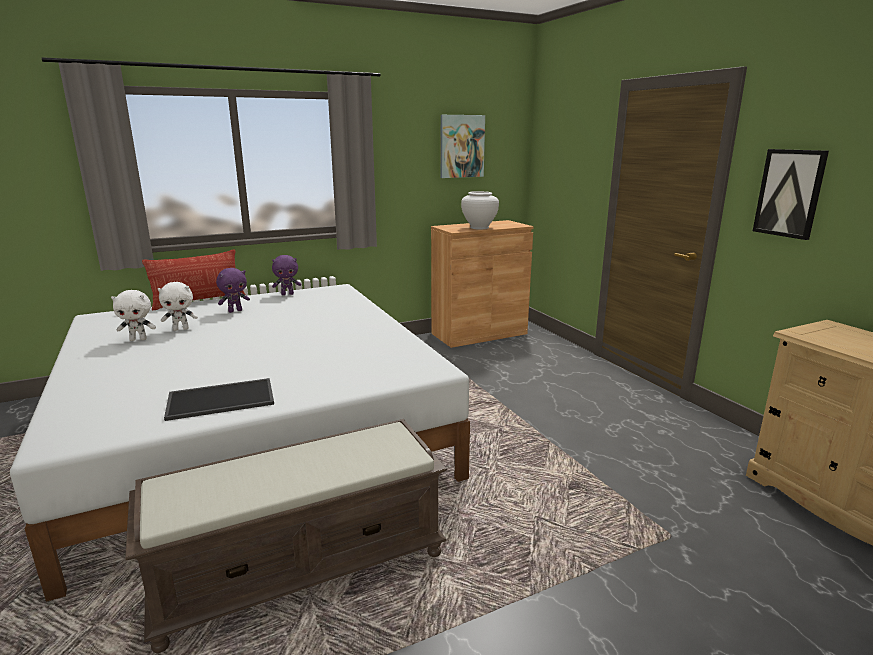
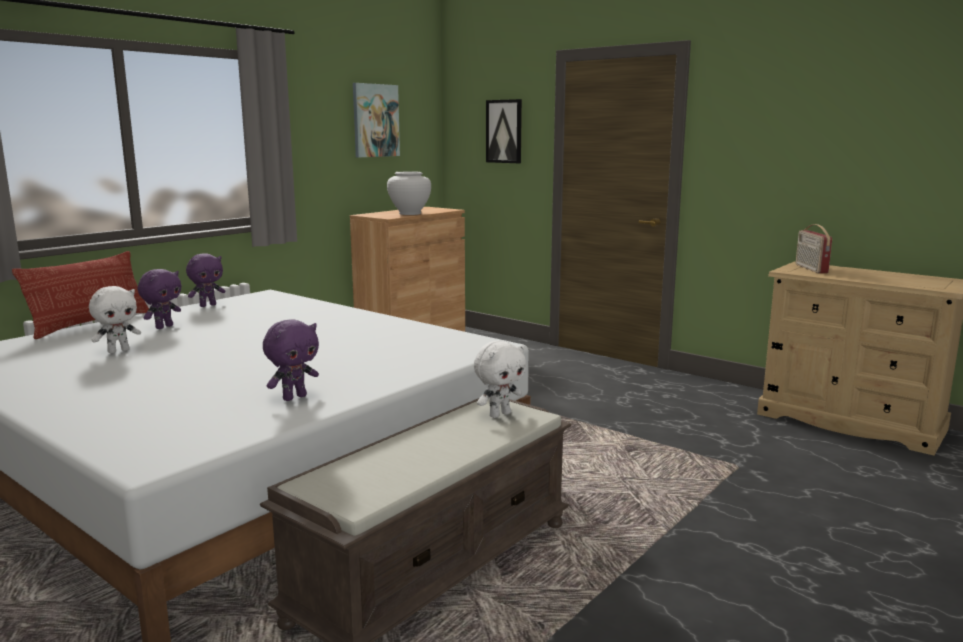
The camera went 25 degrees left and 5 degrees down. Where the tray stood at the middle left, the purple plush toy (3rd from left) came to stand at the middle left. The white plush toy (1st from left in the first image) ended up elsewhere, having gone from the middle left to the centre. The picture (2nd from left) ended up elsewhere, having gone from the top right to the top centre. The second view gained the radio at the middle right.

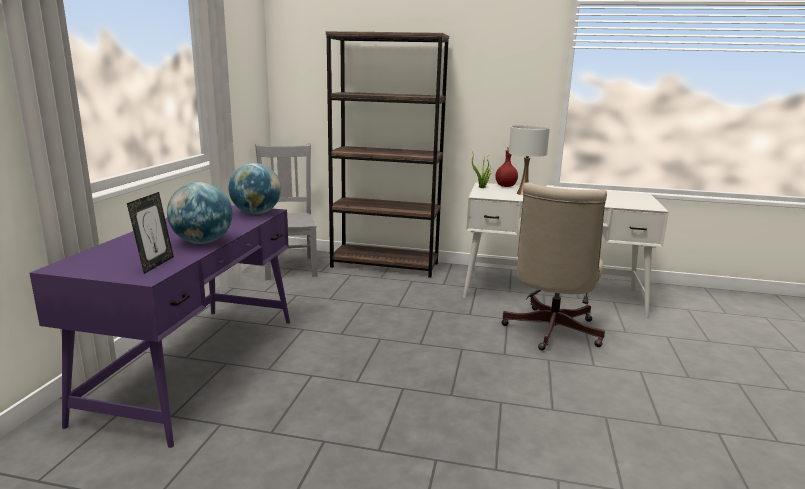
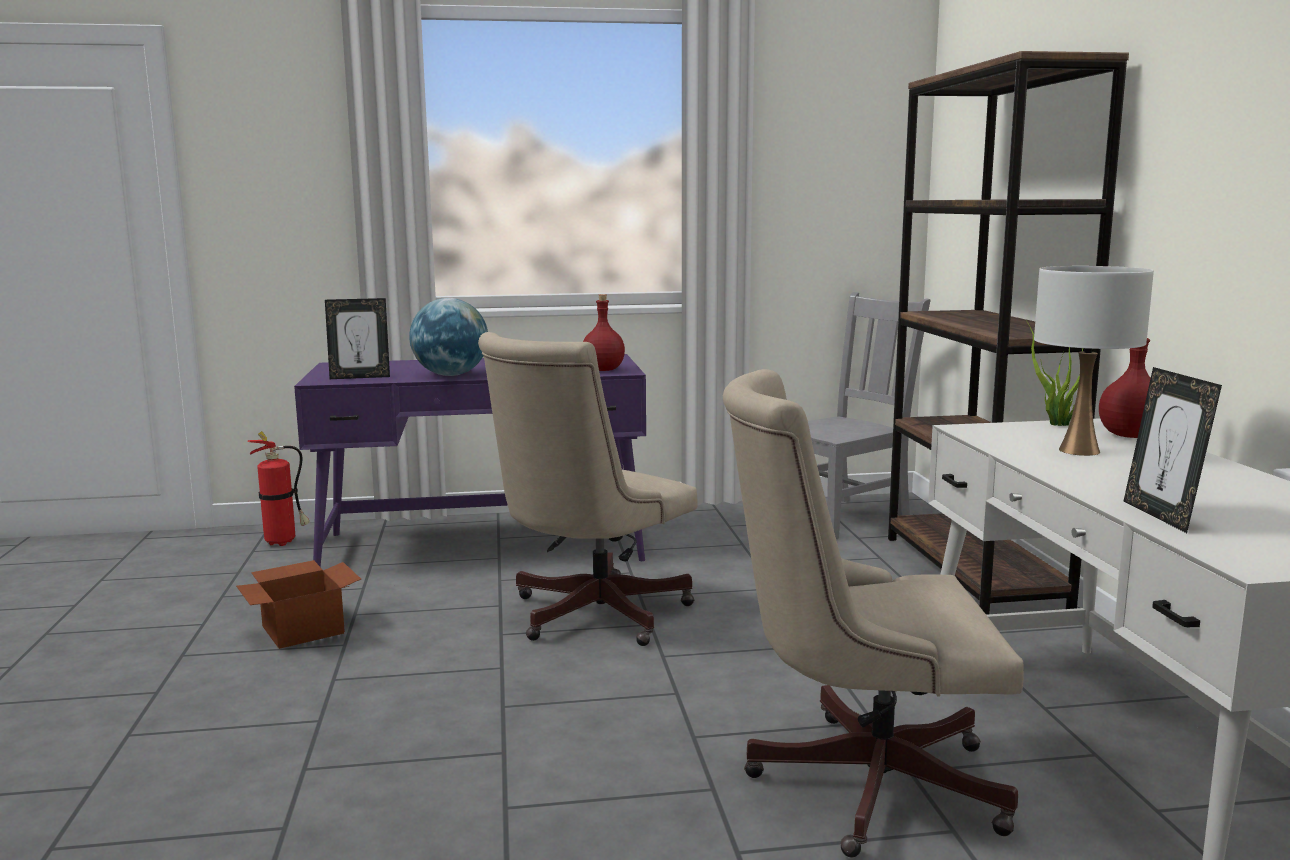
The camera went 70 degrees right and 5 degrees down. The second view gained the cardboard box at the bottom left. The second view gained the fire extinguisher at the middle left. The second view gained the beige office chair (1st from left) at the centre. Where the globe (2nd from left) stood at the middle left, the red bottle (1st from left) came to stand at the centre. The second view gained the picture frame (2nd from left) at the middle right.

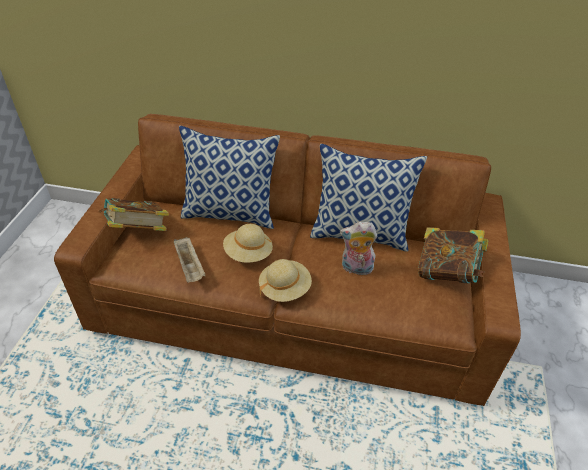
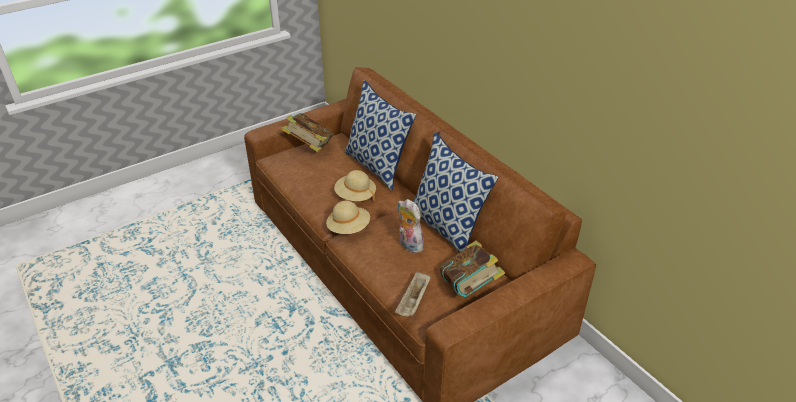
The camera went 45 degrees right and 5 degrees down. The beige tray ended up elsewhere, having gone from the middle left to the bottom centre.

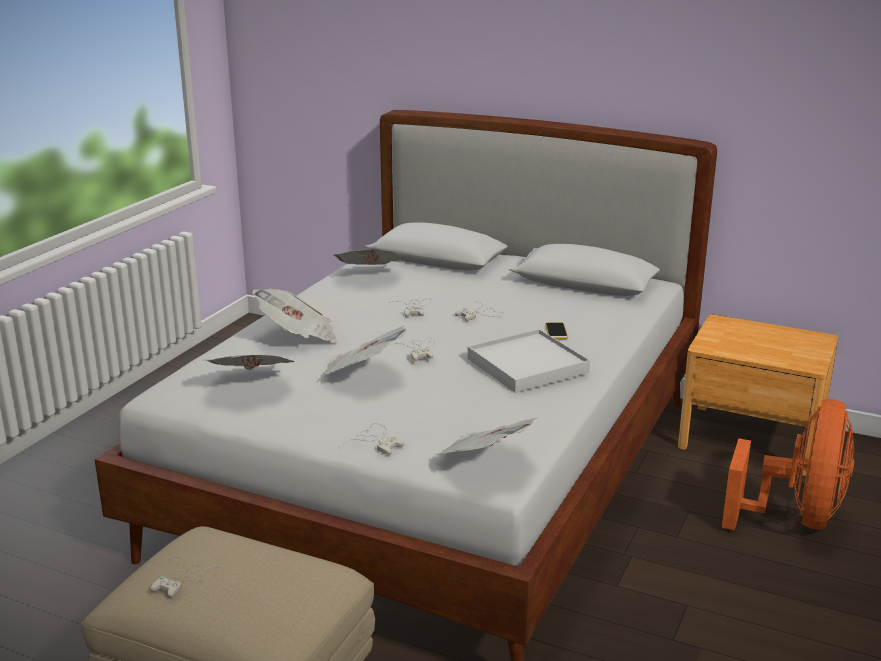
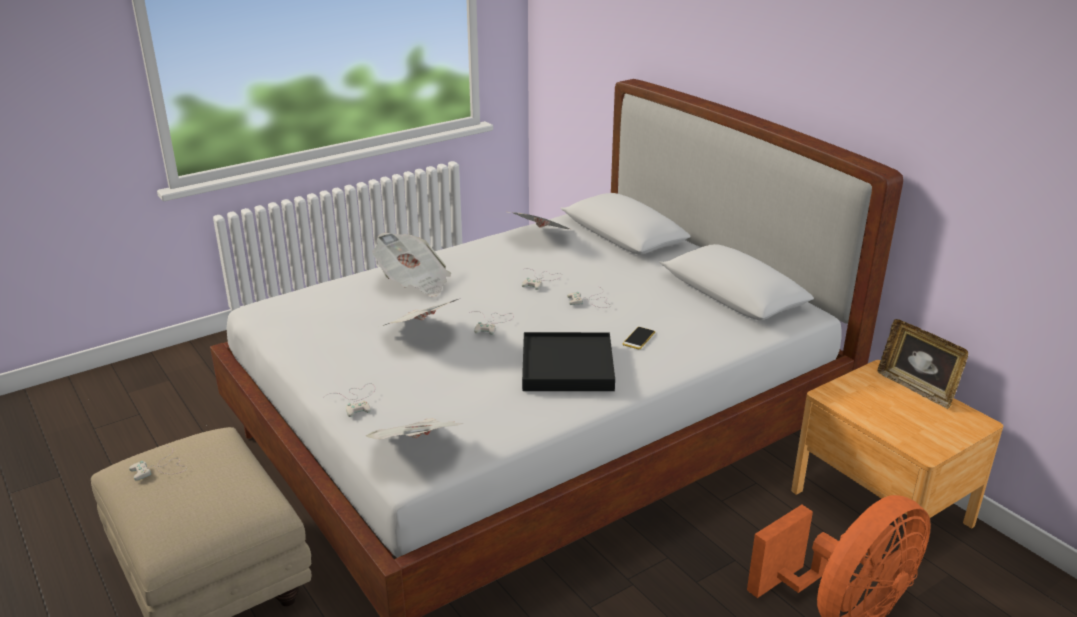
The camera went 30 degrees right and 5 degrees up. What was the white tray at the centre turned into the black tray at the centre. The second view gained the picture frame at the middle right. The second view lost the newspaper (1st from left) at the middle left.

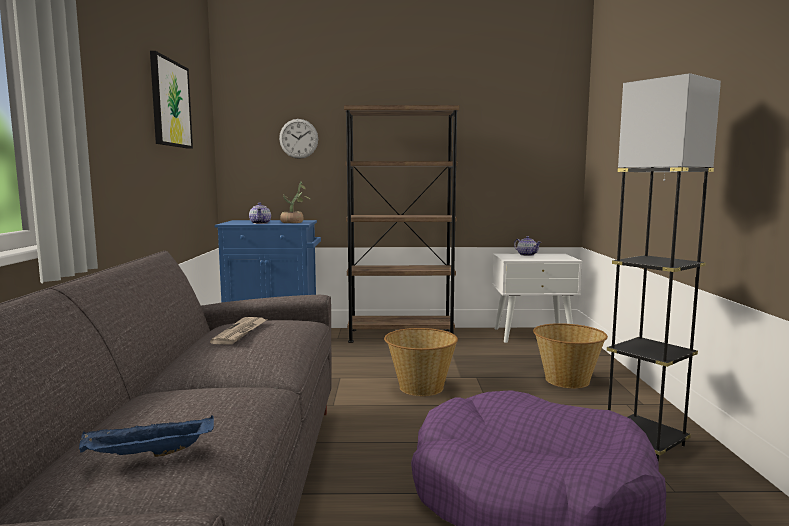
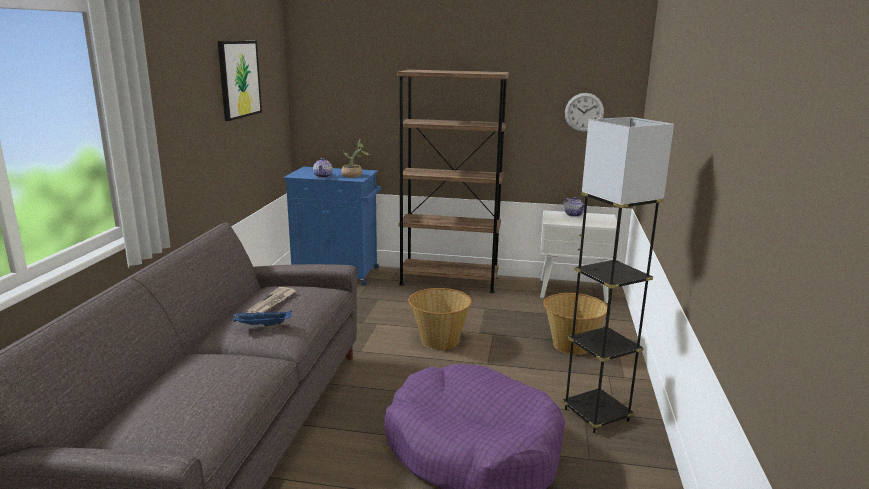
The camera went 10 degrees right and 10 degrees up. The blue tray ended up elsewhere, having gone from the bottom left to the middle left. The wall clock ended up elsewhere, having gone from the top centre to the top right.

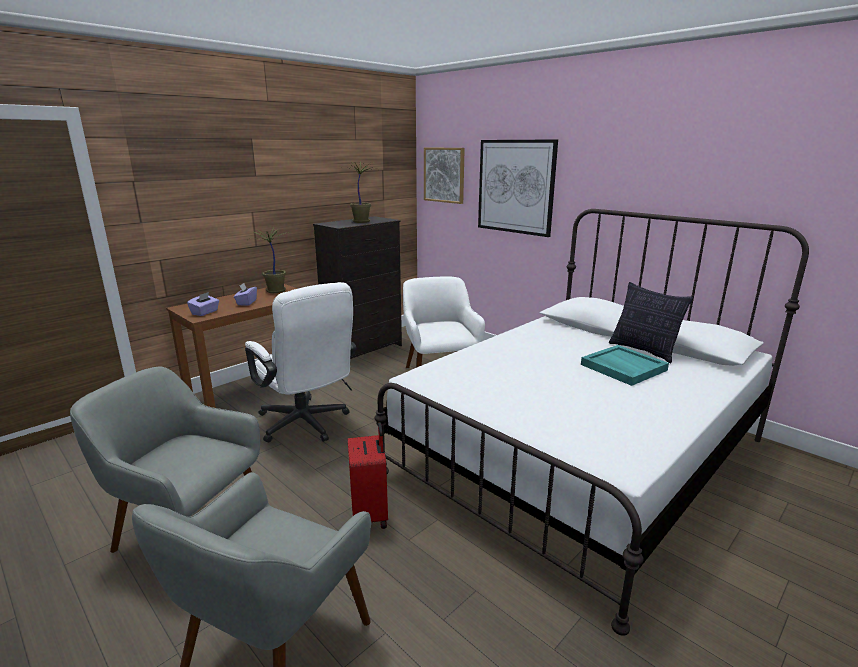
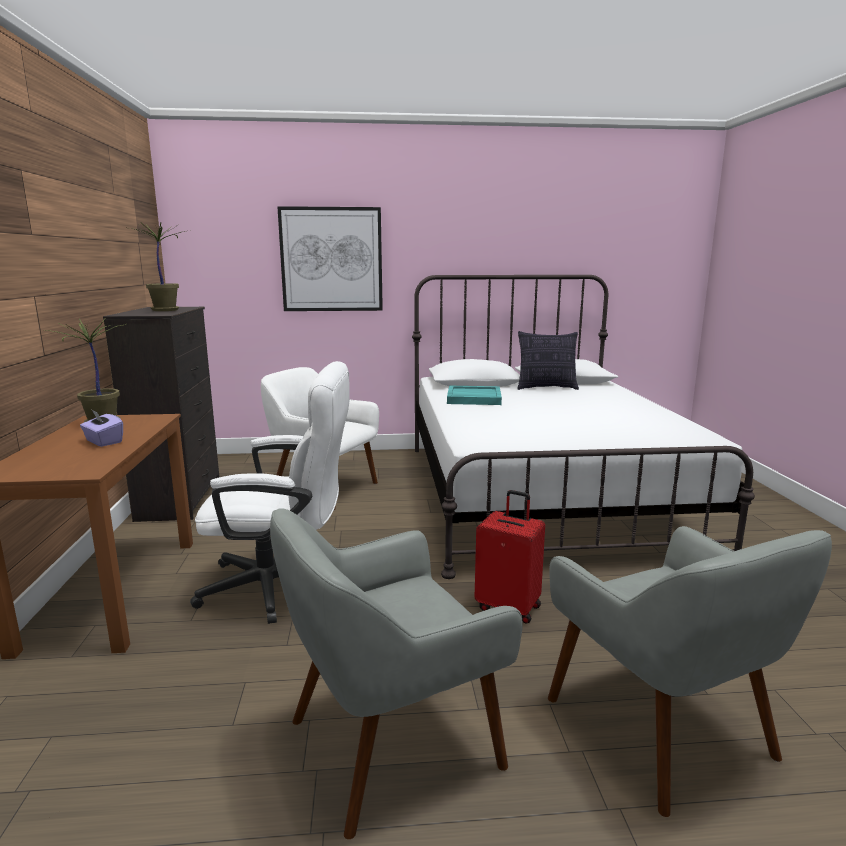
The camera went 50 degrees left and 5 degrees down. The turquoise tray ended up elsewhere, having gone from the middle right to the centre. The second view lost the purple tissue box (1st from left) at the middle left. The second view lost the picture (1st from left) at the top centre.

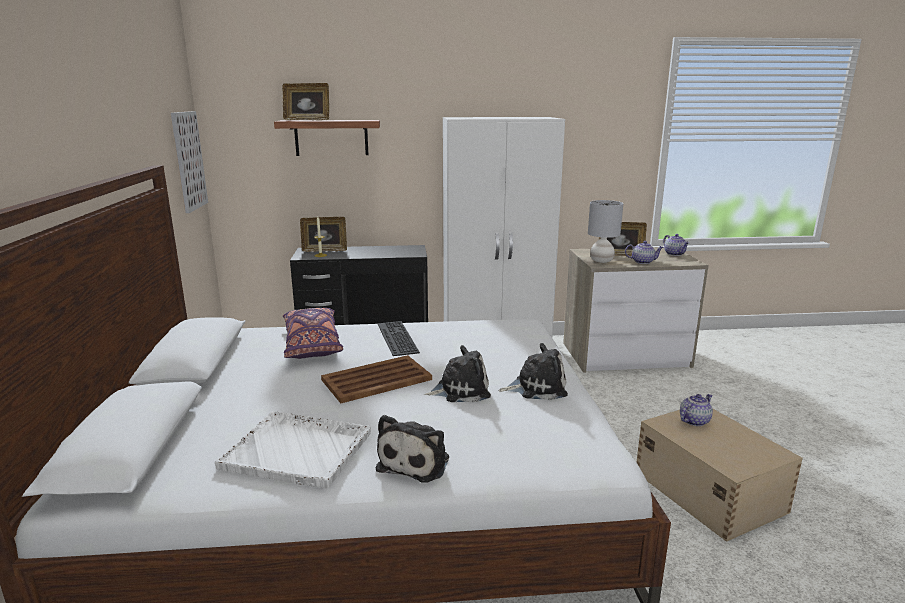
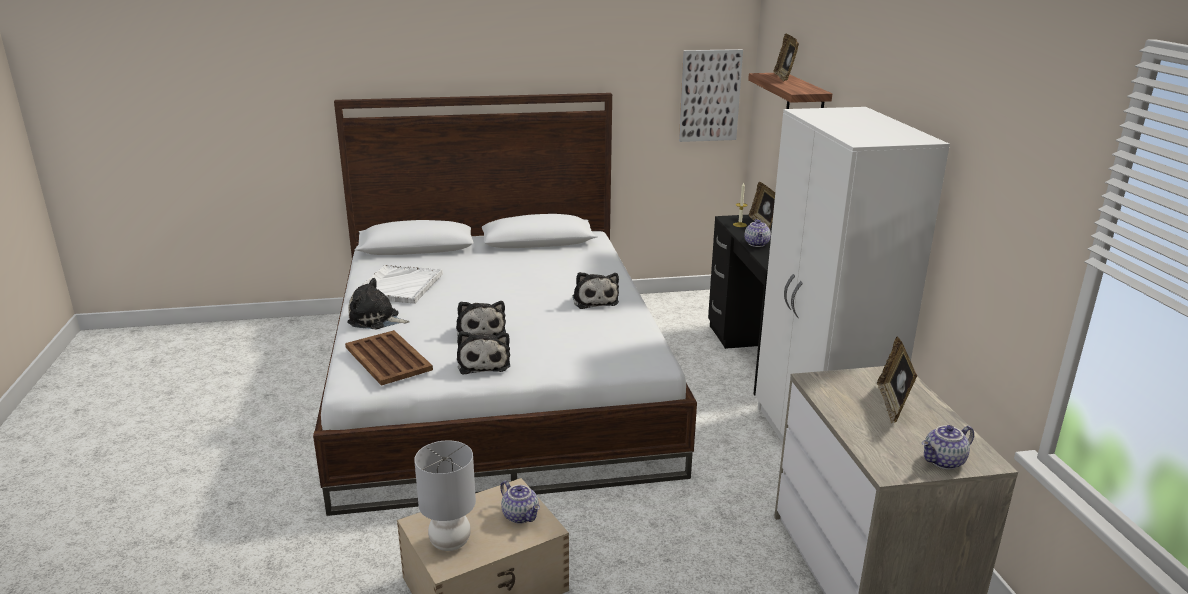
The camera went 85 degrees right and 5 degrees up. The brown tray ended up elsewhere, having gone from the centre to the middle left. The grey table lamp ended up elsewhere, having gone from the middle right to the bottom centre. Where the keyboard stood at the centre, the plush toy (4th from left) came to stand at the centre. The teapot (1st from left in the first image) ended up elsewhere, having gone from the middle right to the centre. The second view lost the purple pillow at the centre.

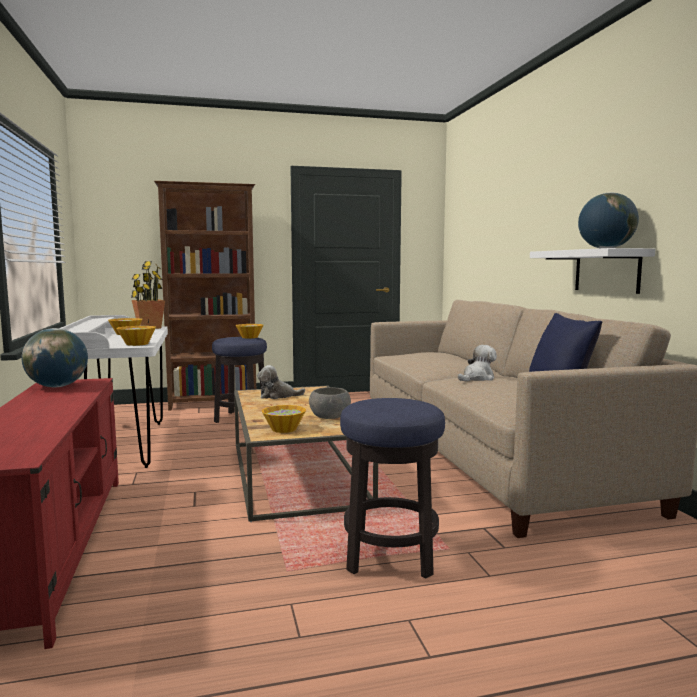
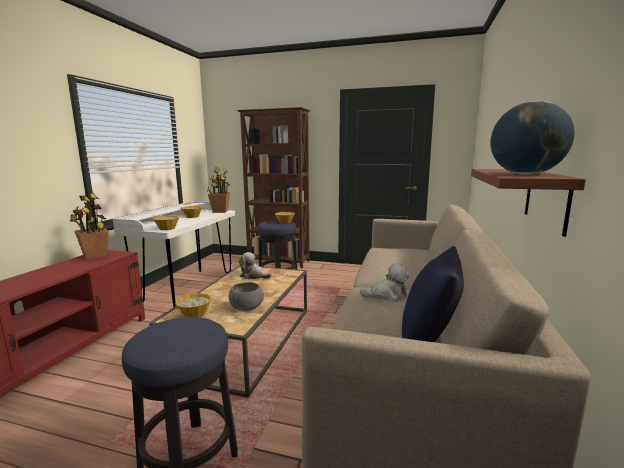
The camera went 30 degrees right and 5 degrees up. Where the globe (1st from left) stood at the middle left, the potted plant (1st from left) came to stand at the middle left. What was the white shelf at the middle right turned into the brown shelf at the middle right.

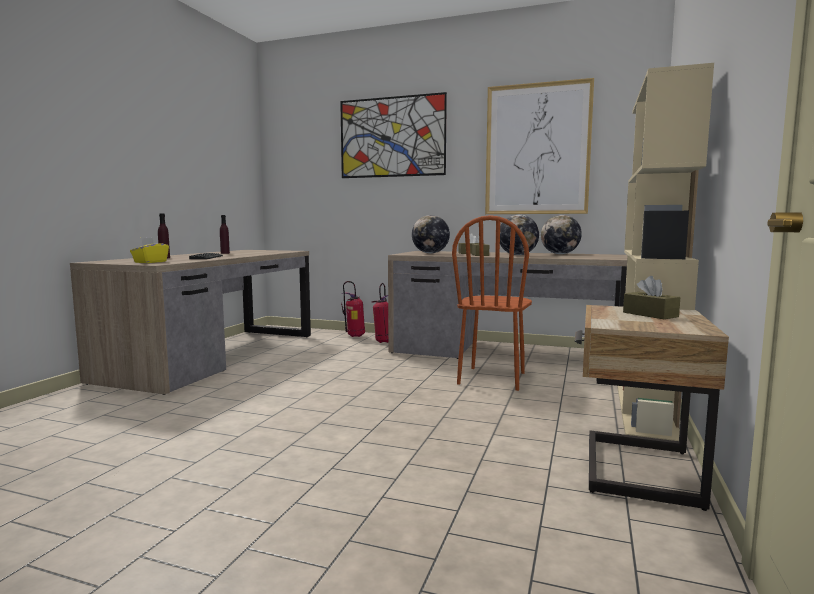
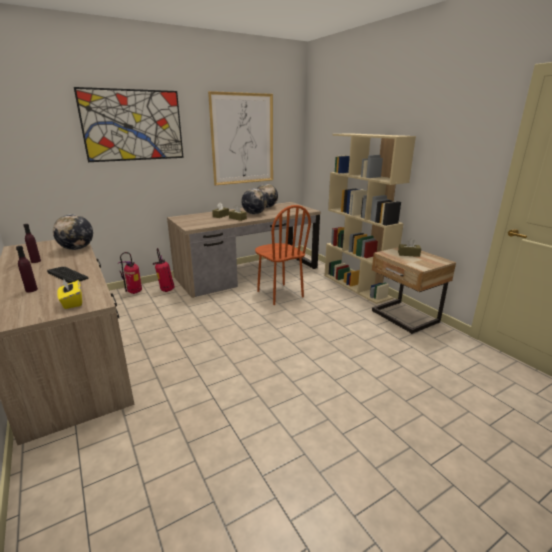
The camera went 50 degrees left and 15 degrees up. The globe (1st from left) ended up elsewhere, having gone from the centre to the middle left.

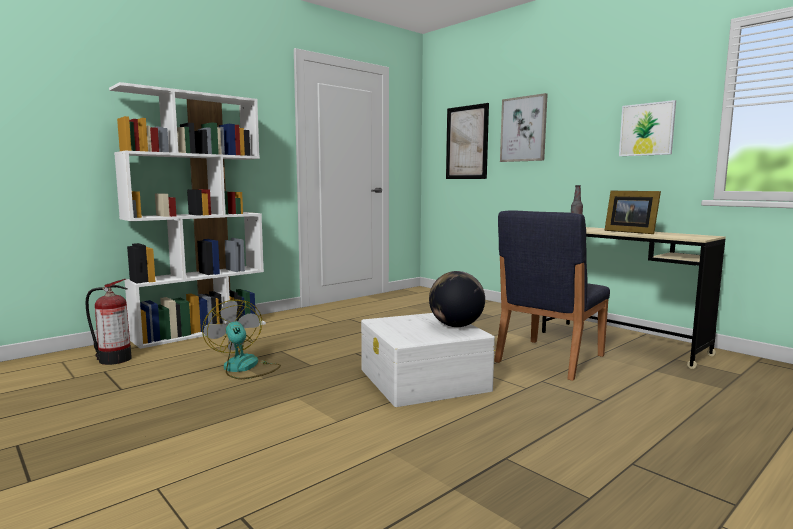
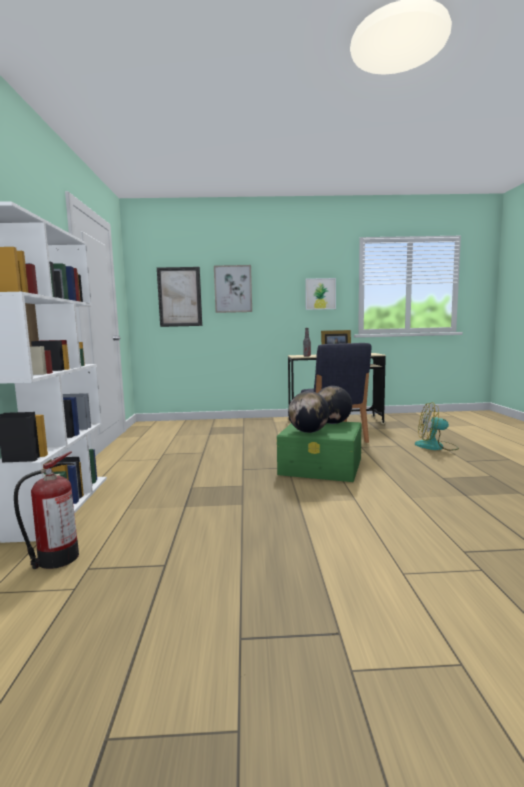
The camera went 50 degrees left and 0 degrees up. What was the white storage box at the bottom centre turned into the green storage box at the centre. The second view gained the globe (1st from left) at the centre. The fan ended up elsewhere, having gone from the middle left to the middle right.

